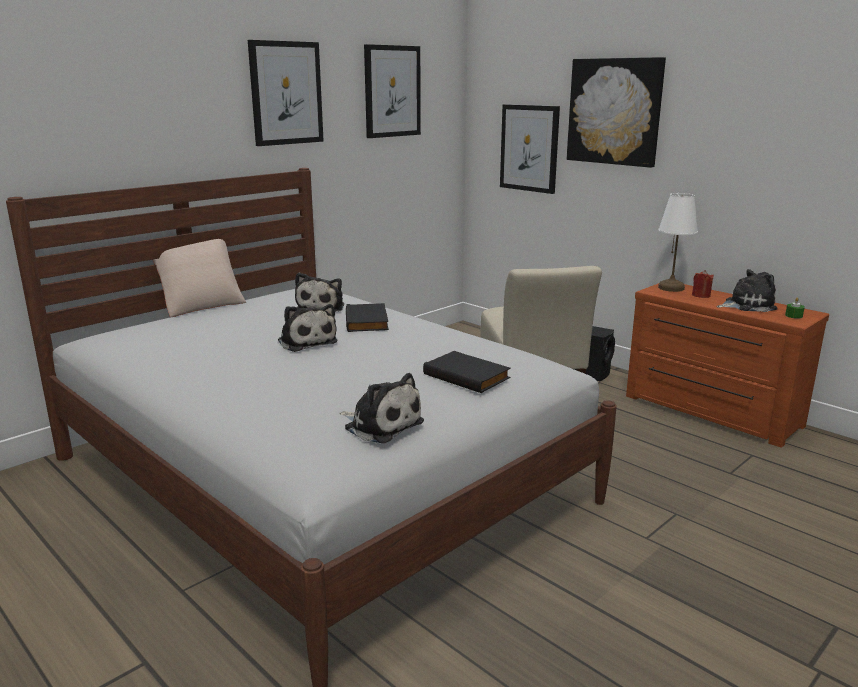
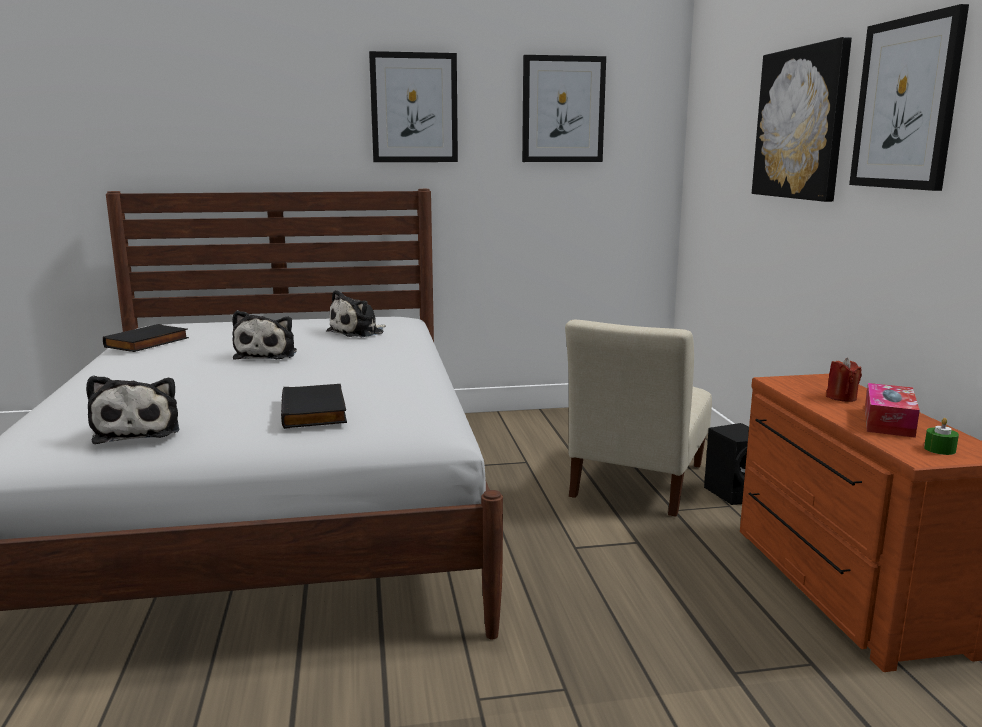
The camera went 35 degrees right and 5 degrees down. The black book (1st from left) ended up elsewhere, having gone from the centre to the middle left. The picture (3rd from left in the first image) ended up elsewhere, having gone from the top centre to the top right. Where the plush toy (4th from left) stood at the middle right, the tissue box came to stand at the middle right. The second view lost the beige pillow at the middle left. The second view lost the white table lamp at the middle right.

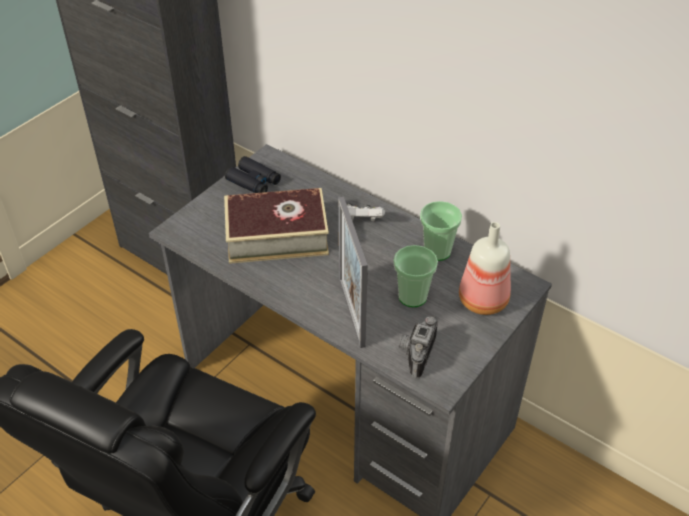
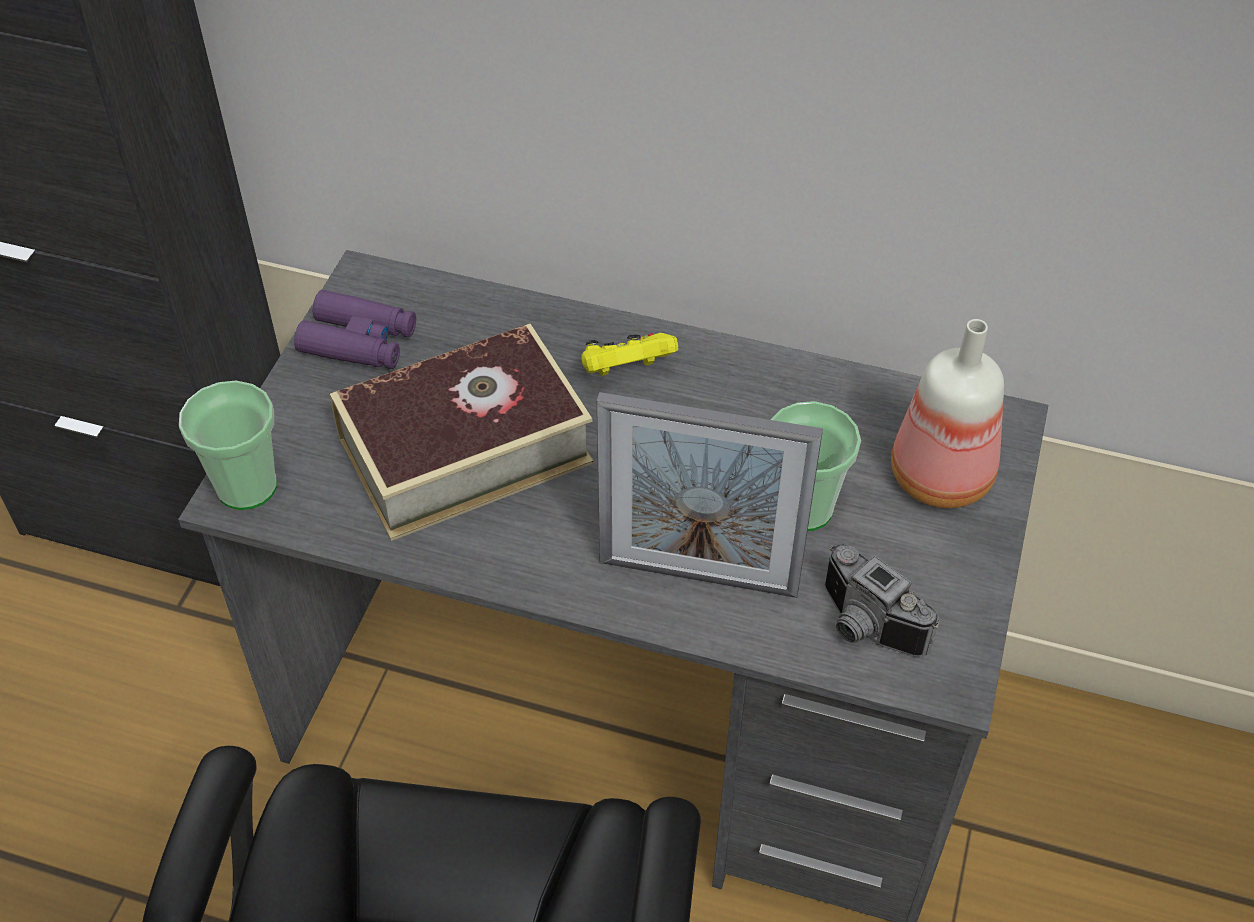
The camera went 20 degrees left and 5 degrees up. The cup (2nd from left in the first image) ended up elsewhere, having gone from the centre to the middle left. What was the black binoculars at the centre turned into the purple binoculars at the middle left. What was the white game controller at the centre turned into the yellow game controller at the centre. The picture frame at the centre ended up facing another way, 45 degrees counterclockwise from before. The photo camera at the bottom centre ended up facing another way, 45 degrees counterclockwise from before.

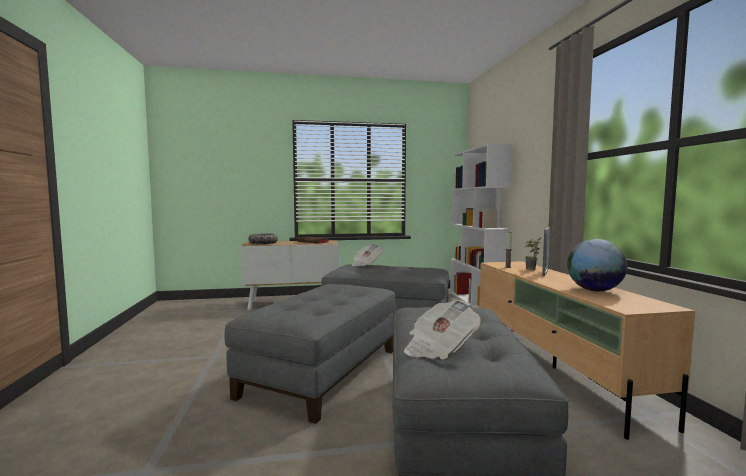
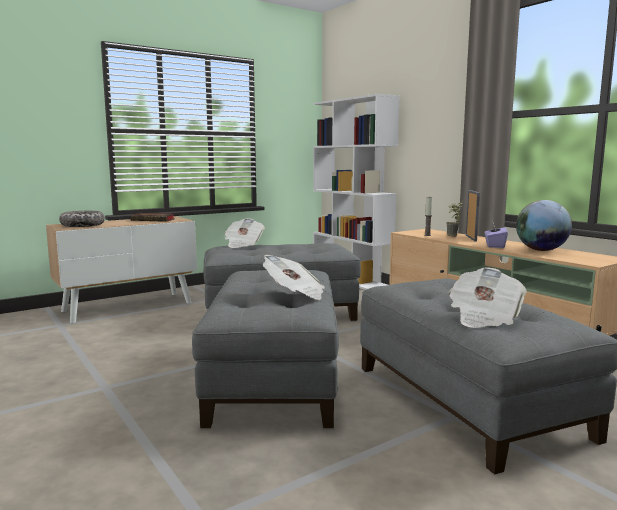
The camera went 25 degrees left and 5 degrees up. The second view gained the newspaper (2nd from left) at the centre. The second view gained the purple tissue box at the middle right.

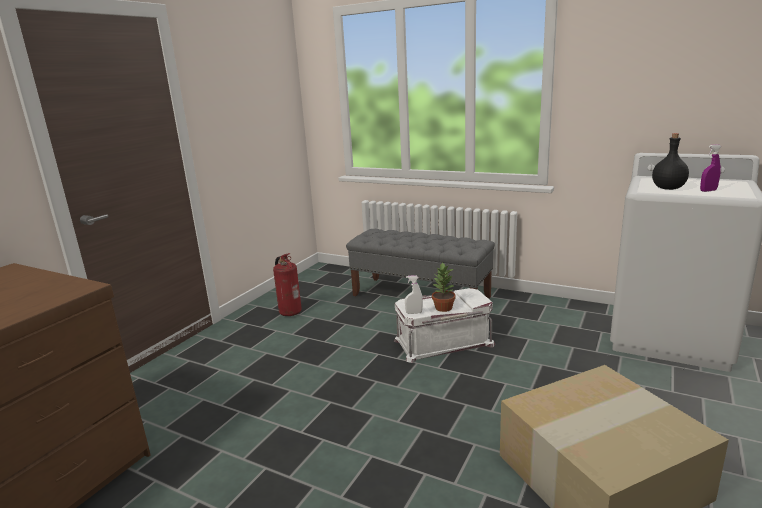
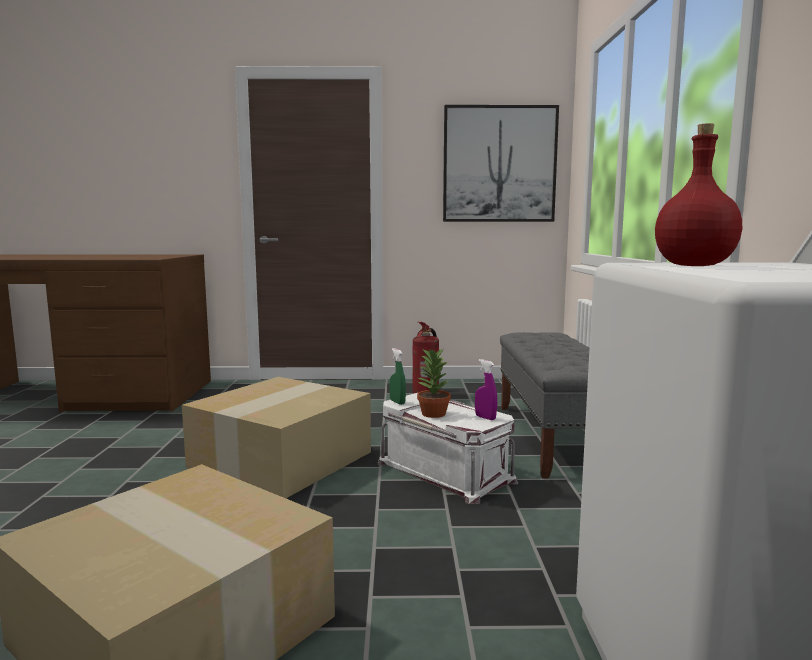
The camera went 60 degrees right and 10 degrees down. The second view gained the cardboard box (2nd from left) at the centre. What was the white spray bottle at the centre turned into the green spray bottle at the centre. The second view gained the picture at the top centre. The purple spray bottle ended up elsewhere, having gone from the top right to the centre. What was the black bottle at the top right turned into the red bottle at the top right.

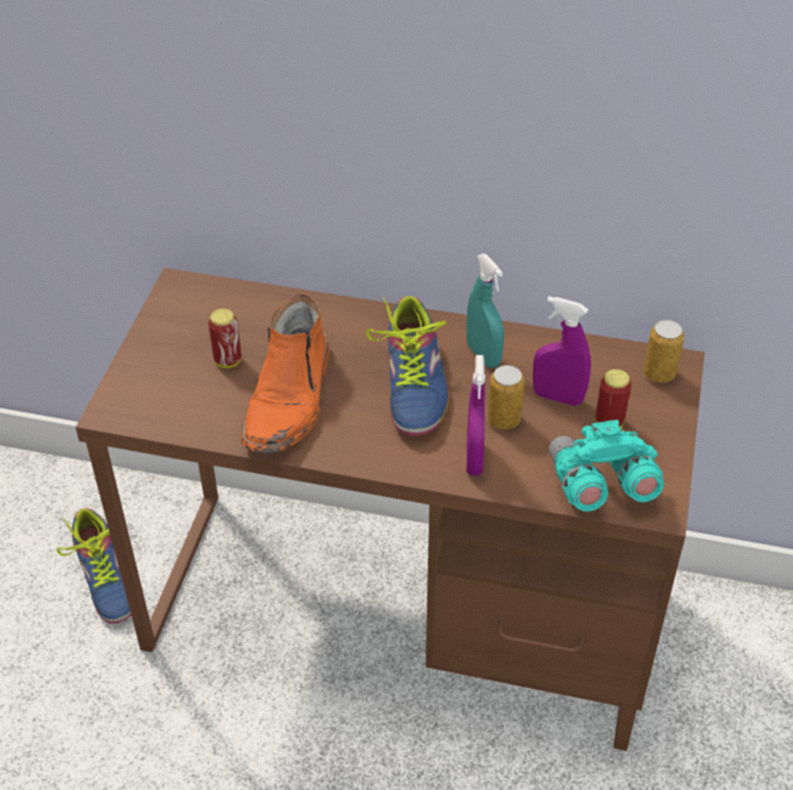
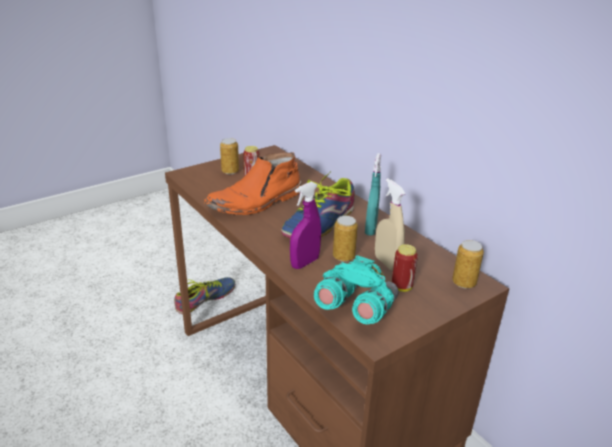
The camera went 40 degrees right and 15 degrees down. The shoe (1st from left) at the bottom left ended up facing another way, 150 degrees counterclockwise from before. The second view gained the can (1st from left) at the centre. What was the purple spray bottle (2nd from left) at the middle right turned into the beige spray bottle at the centre.

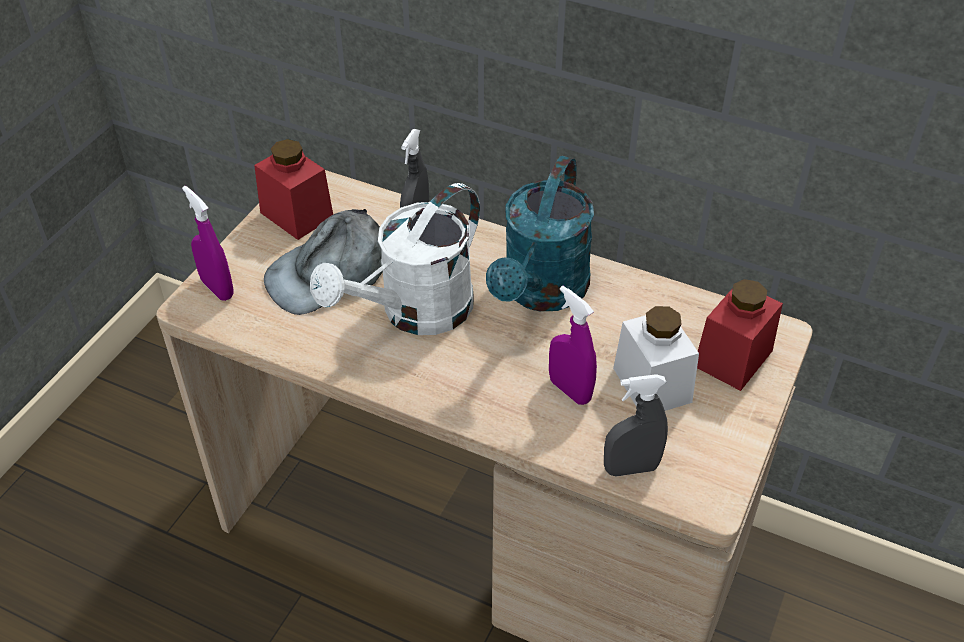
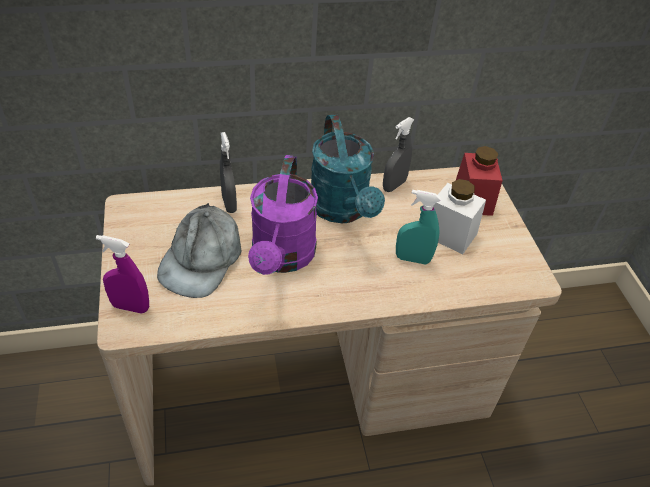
The camera went 40 degrees left and 0 degrees up. What was the white watering can at the centre turned into the purple watering can at the centre. The grey spray bottle (2nd from left) ended up elsewhere, having gone from the centre to the top centre. What was the purple spray bottle (2nd from left) at the centre turned into the turquoise spray bottle at the centre. The second view lost the red jar (1st from left) at the top left.

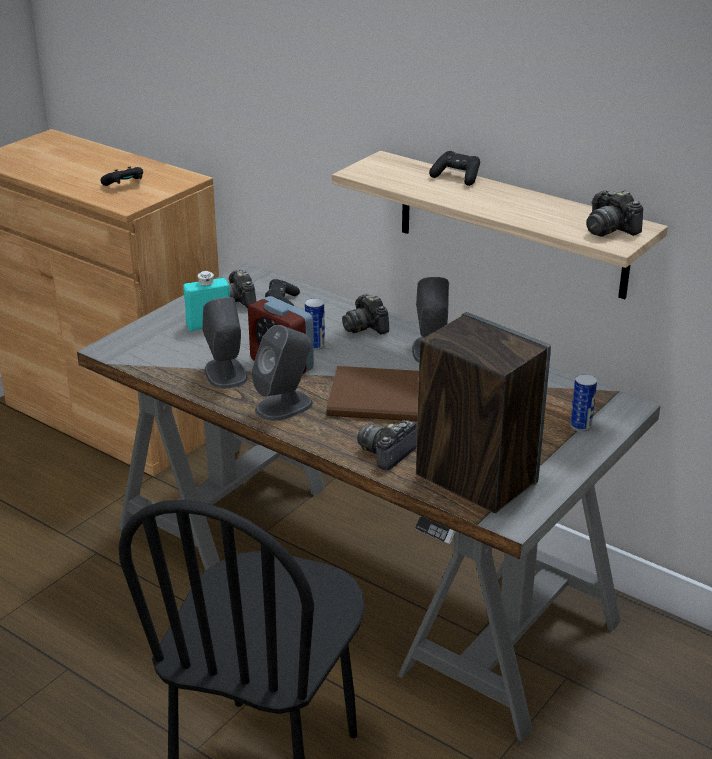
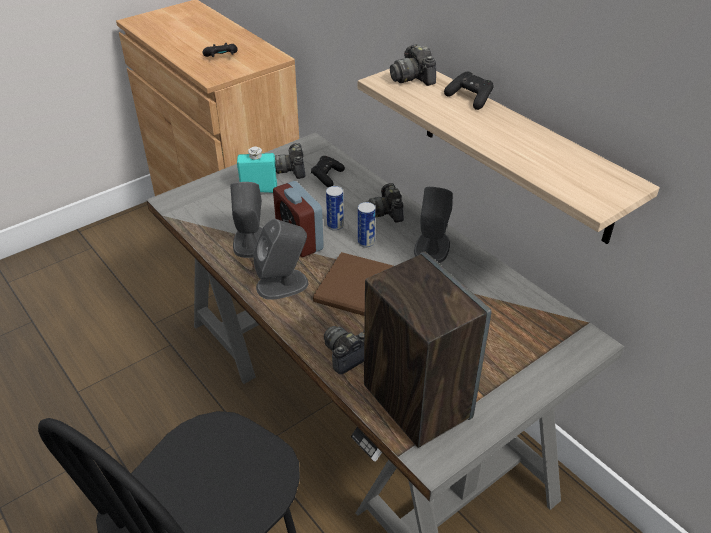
The camera went 15 degrees right and 10 degrees up. The can (2nd from left) ended up elsewhere, having gone from the middle right to the centre. The photo camera (4th from left) ended up elsewhere, having gone from the top right to the top centre.

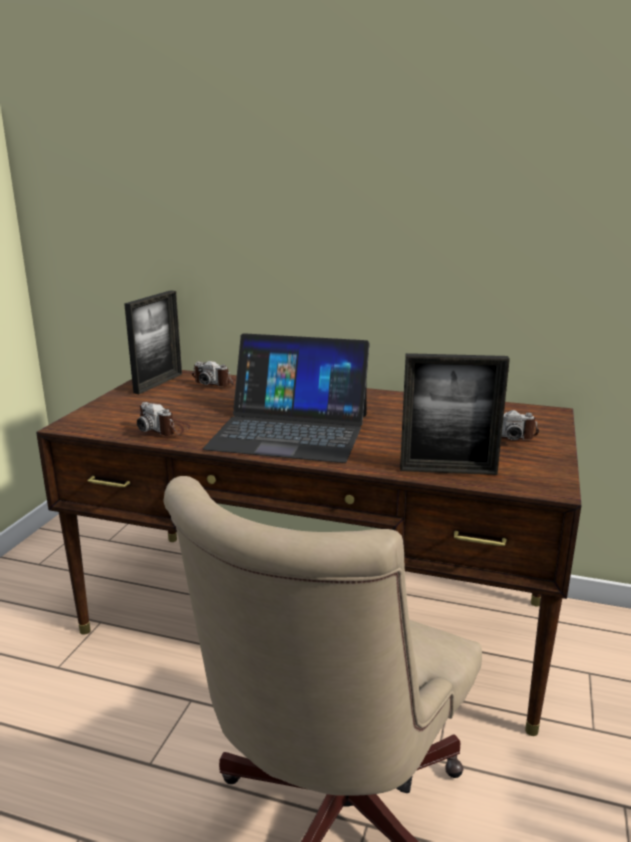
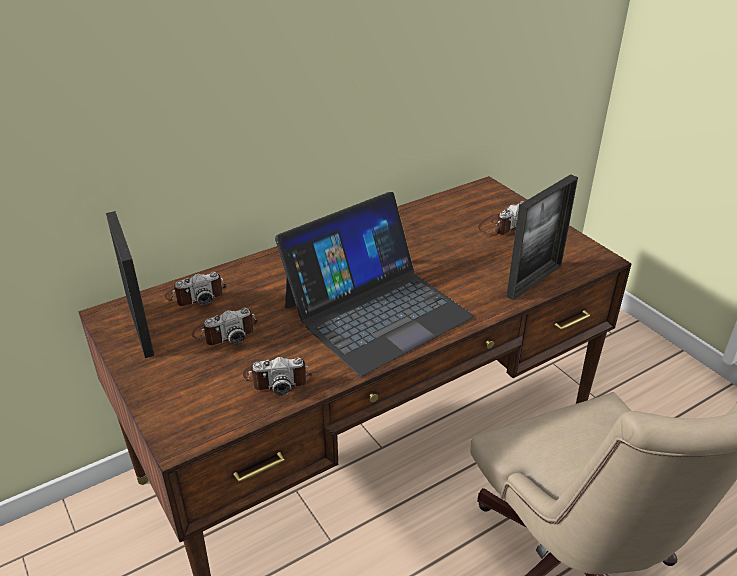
The camera went 50 degrees left and 15 degrees up. The second view gained the photo camera (2nd from left) at the middle left.

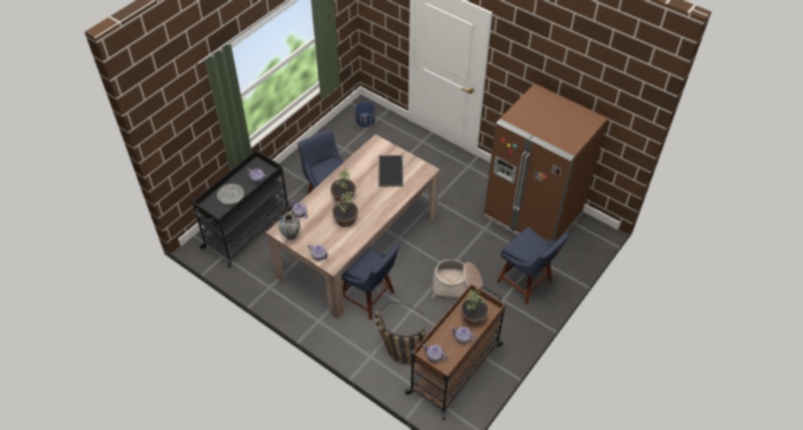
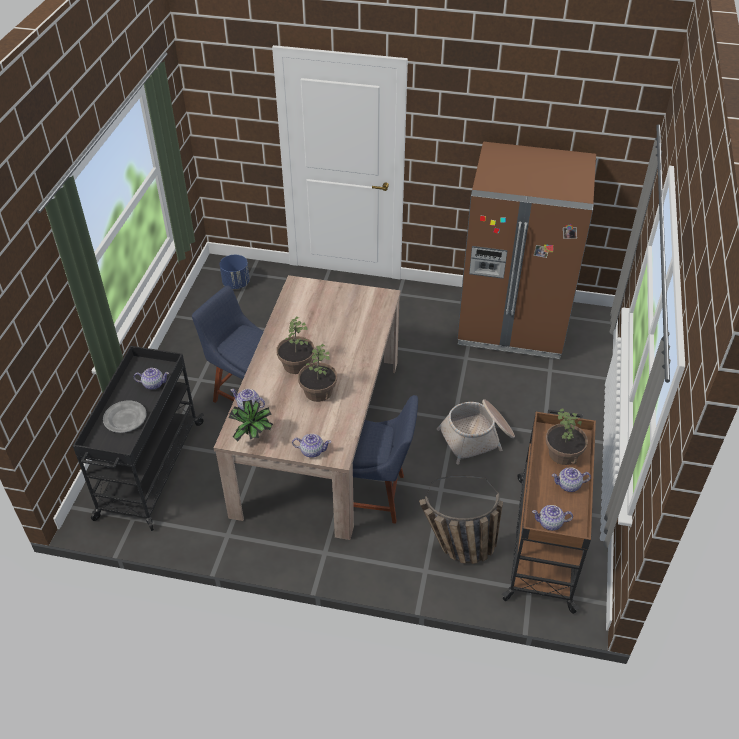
The camera went 25 degrees left and 5 degrees down. Where the vase stood at the centre, the potted plant (1st from left) came to stand at the centre. The second view lost the tray at the centre. The second view lost the blue chair (3rd from left) at the centre.

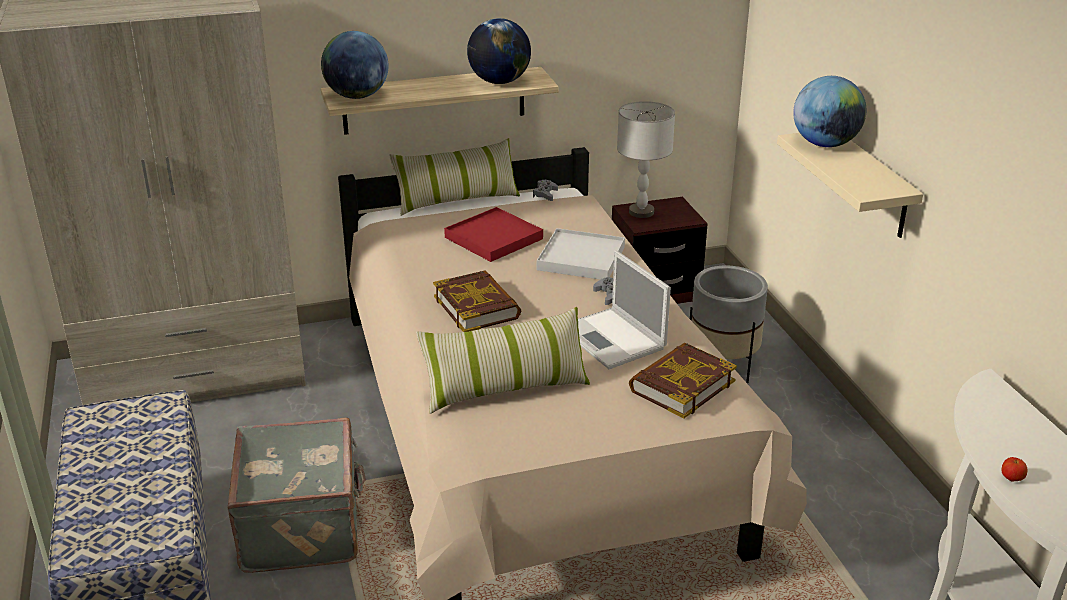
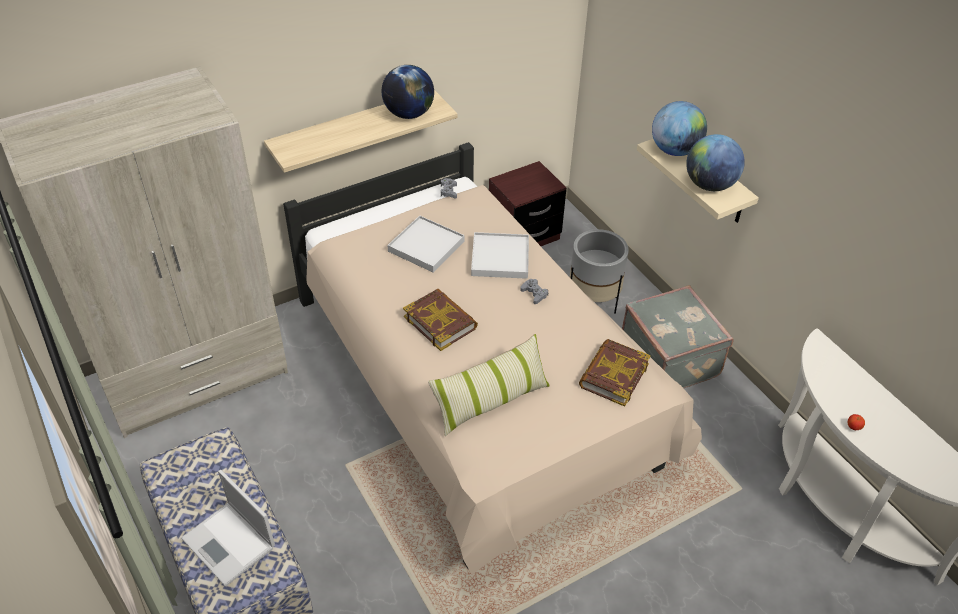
The camera went 15 degrees left and 15 degrees up. The laptop ended up elsewhere, having gone from the centre to the bottom left. What was the red tray at the centre turned into the white tray (1st from left) at the centre. The grey suitcase ended up elsewhere, having gone from the bottom left to the middle right. The globe (1st from left in the first image) ended up elsewhere, having gone from the top left to the top right. The second view lost the pillow (1st from left) at the top centre. The second view lost the grey table lamp at the top centre.

